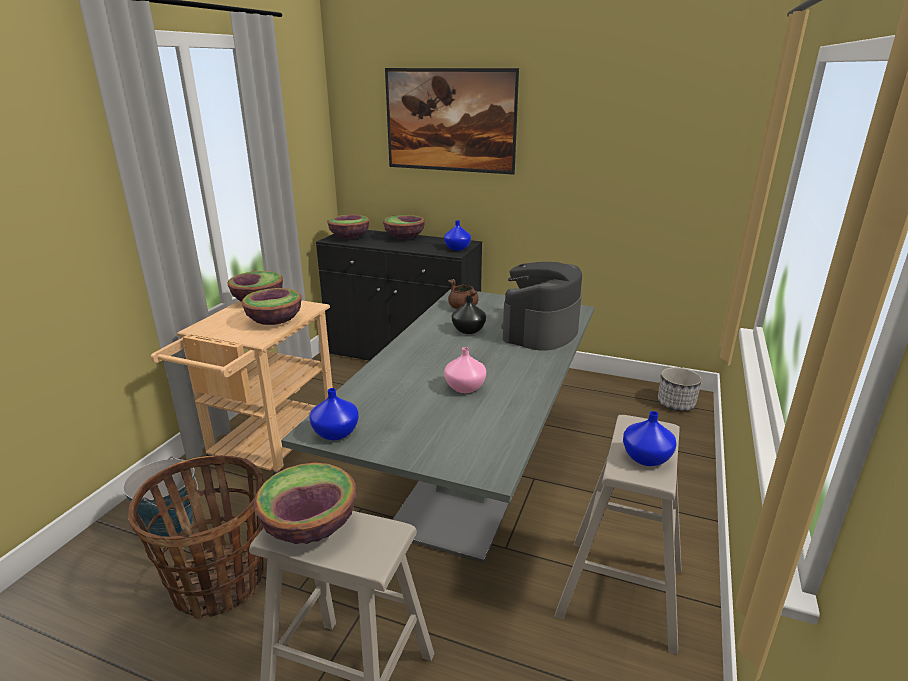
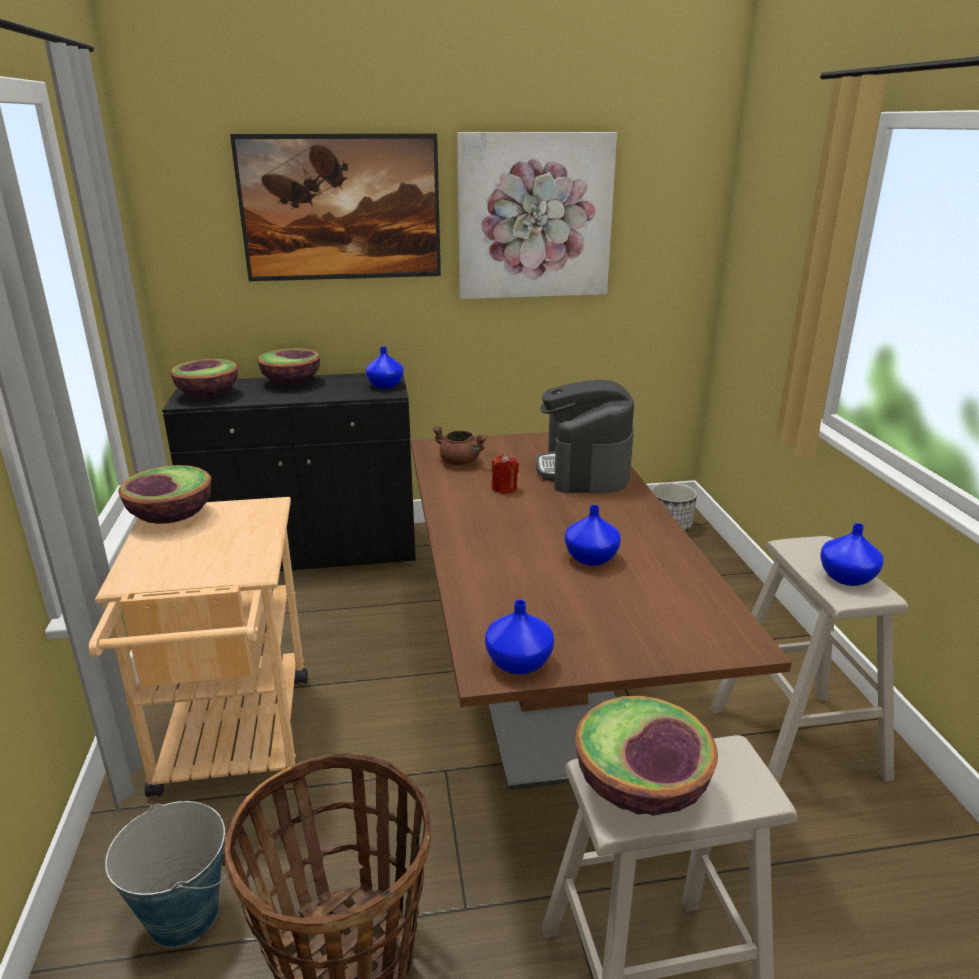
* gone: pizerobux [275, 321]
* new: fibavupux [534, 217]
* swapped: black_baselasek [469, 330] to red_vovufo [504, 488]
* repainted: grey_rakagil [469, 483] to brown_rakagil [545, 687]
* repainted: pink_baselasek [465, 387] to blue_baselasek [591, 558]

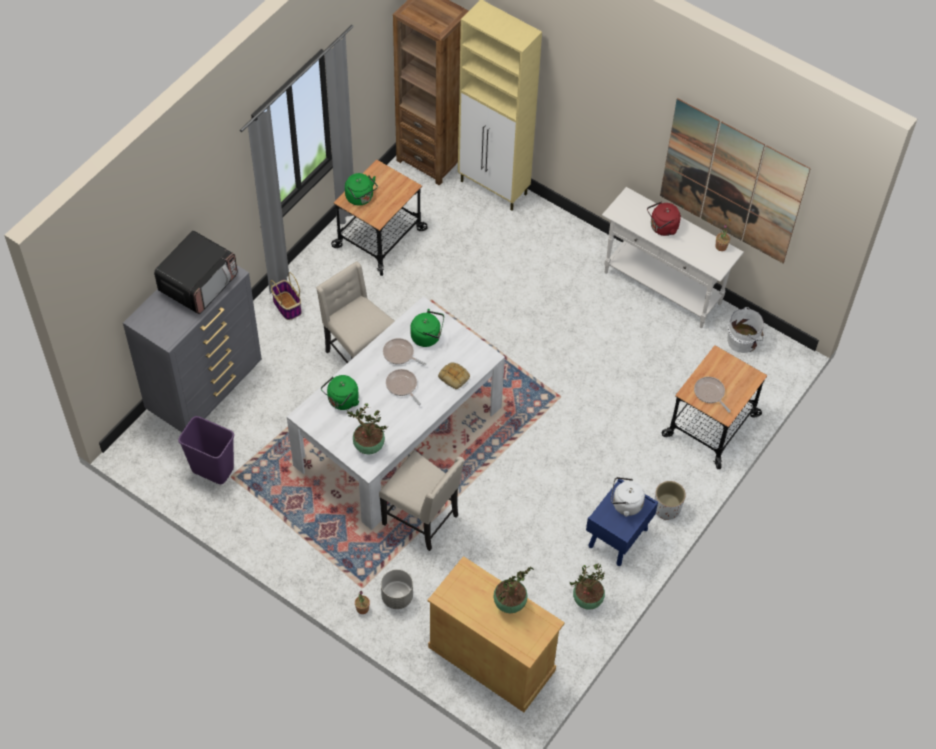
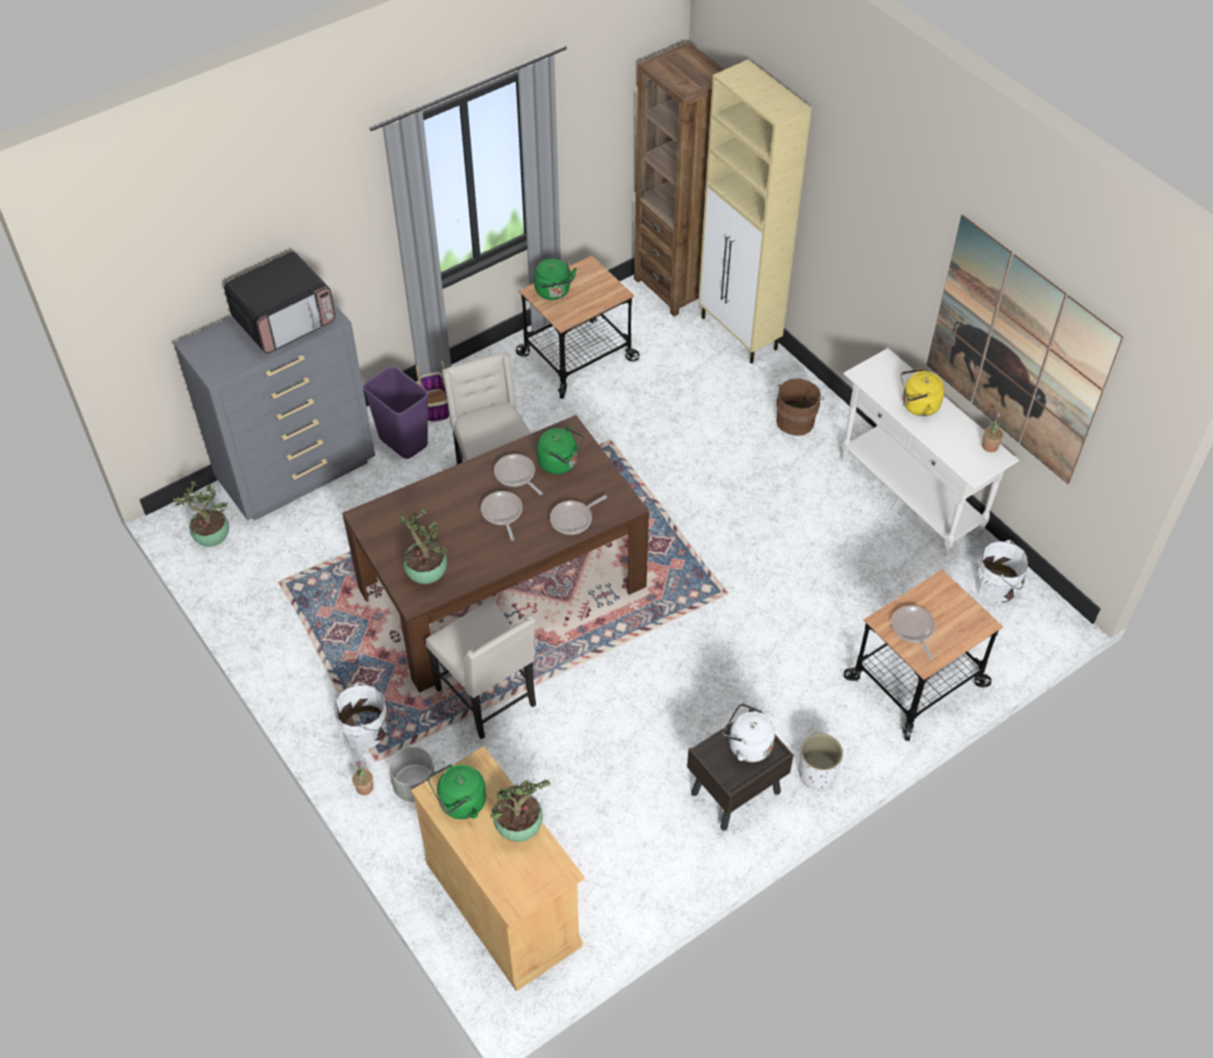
* new: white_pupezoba [367, 730]
* new: brown_pupezoba [796, 420]
* shifted: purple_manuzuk [212, 470] to [402, 442]
* shifted: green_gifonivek [342, 401] to [460, 804]
* shifted: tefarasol [587, 601] to [212, 539]
* swapped: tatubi [454, 377] to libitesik [573, 519]
* repainted: white_rakagil [398, 436] to brown_rakagil [502, 588]
* repainted: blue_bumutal [617, 538] to brown_bumutal [735, 793]
* repainted: red_gifonivek [662, 228] to yellow_gifonivek [917, 406]

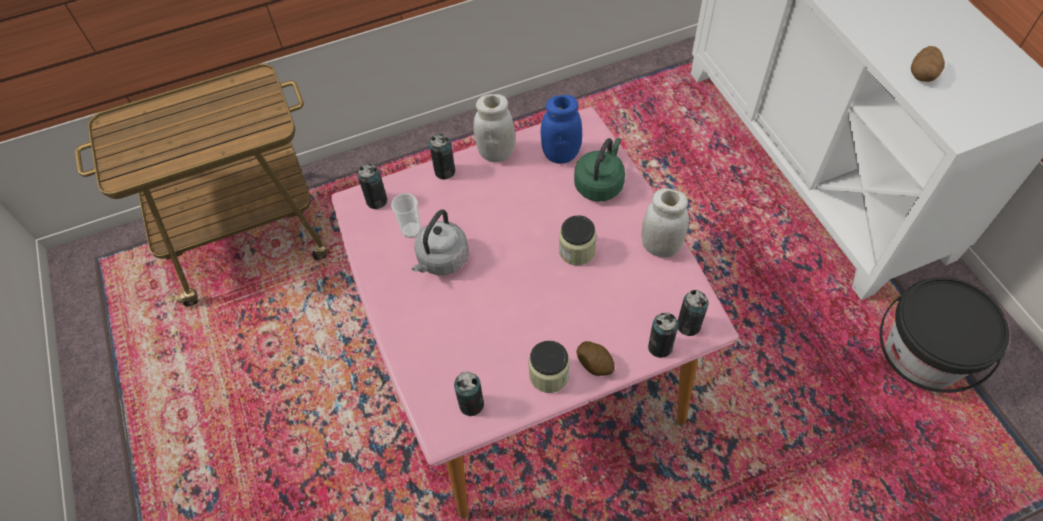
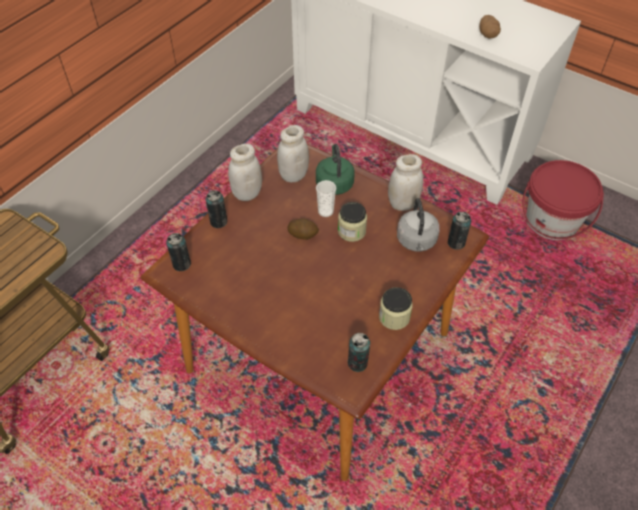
* gone: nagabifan [660, 347]
* shifted: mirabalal [411, 230] to [325, 211]
* shifted: grey_gifonivek [441, 260] to [416, 241]
* shifted: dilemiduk [595, 364] to [303, 234]
* repainted: pink_rakagil [527, 364] to brown_rakagil [318, 351]
* repainted: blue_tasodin [561, 154] to white_tasodin [293, 175]
* repainted: black_pupezoba [923, 356] to red_pupezoba [552, 221]

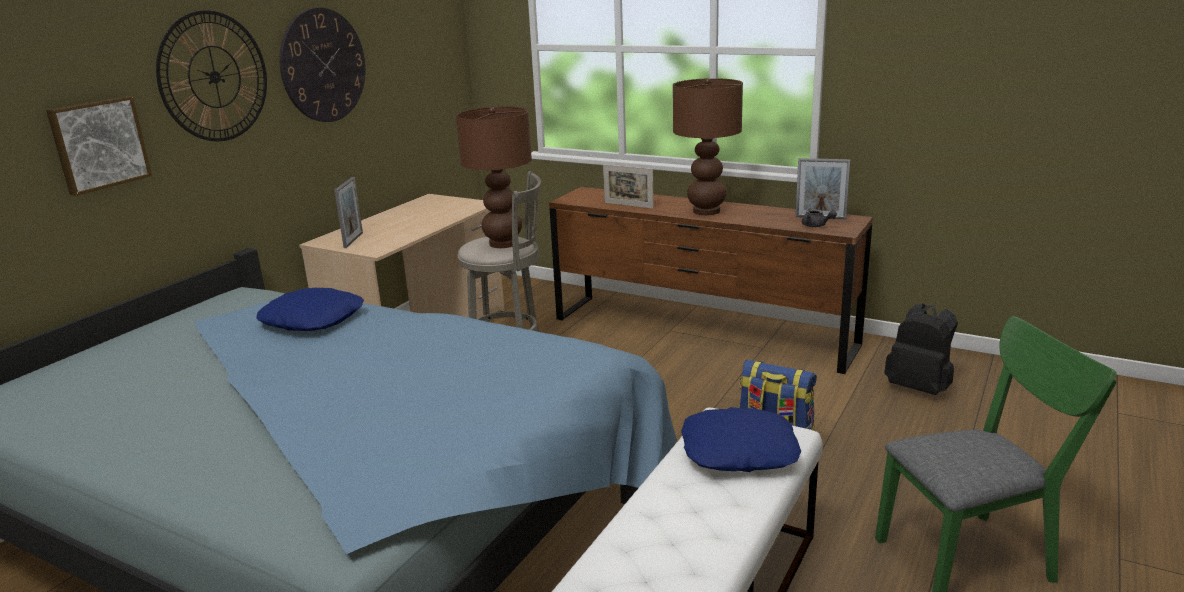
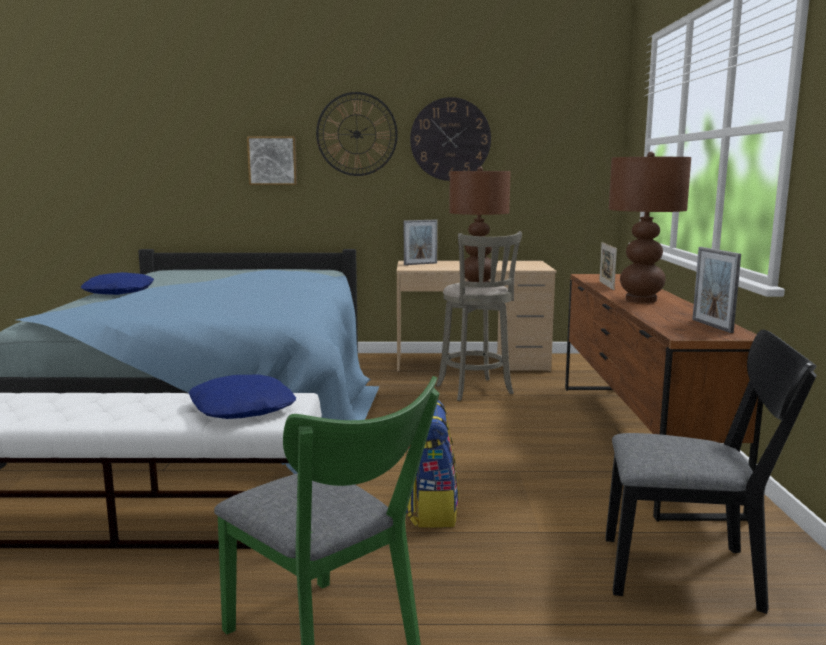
* gone: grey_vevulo [816, 226]
* shifted: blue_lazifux [313, 319] to [120, 292]
* swapped: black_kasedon [920, 387] to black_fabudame [694, 573]

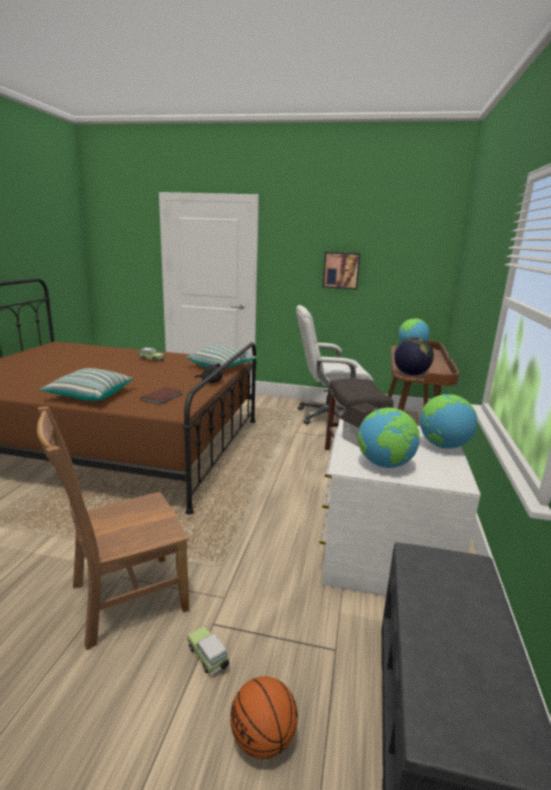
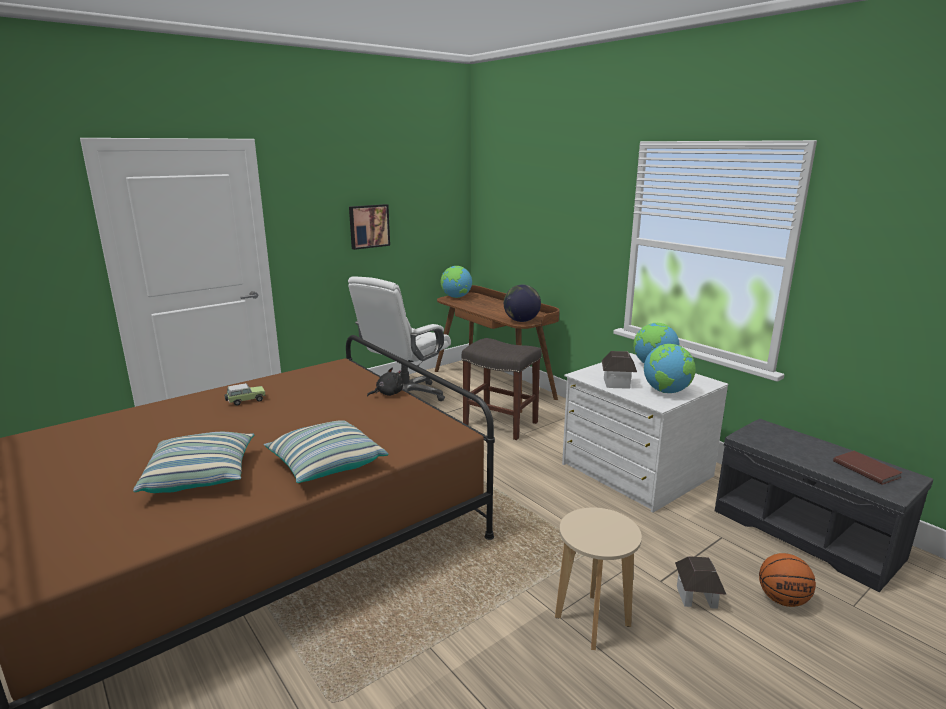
* shifted: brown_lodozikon [163, 397] to [866, 469]
* shifted: lazifux [222, 367] to [201, 476]
* swapped: brown_fabudame [123, 599] to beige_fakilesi [592, 621]
* swapped: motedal [208, 658] to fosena [696, 597]

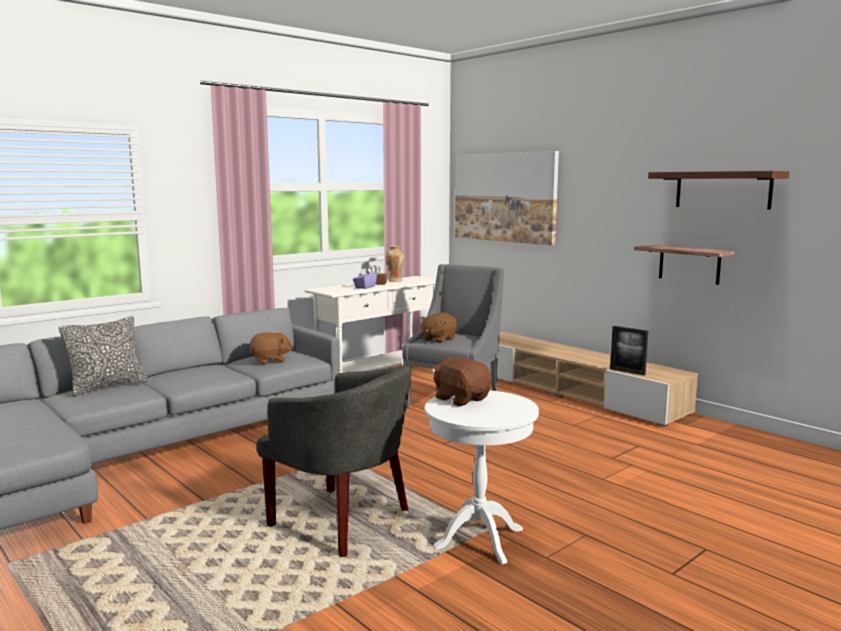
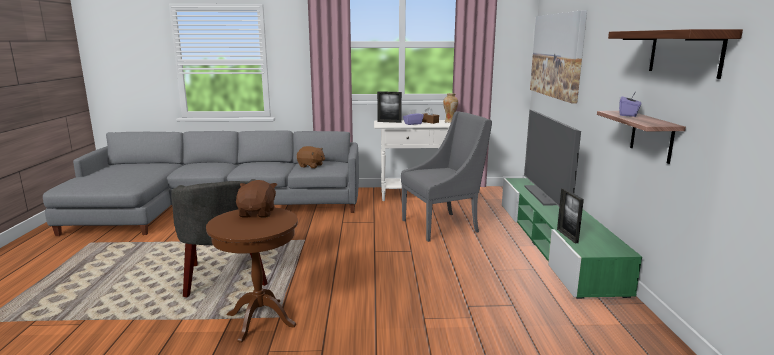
* gone: lazifux [107, 386]
* gone: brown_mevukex [438, 339]
* new: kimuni [389, 122]
* new: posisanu [548, 195]
* new: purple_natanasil [628, 115]
* repainted: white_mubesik [478, 539] to brown_mubesik [260, 320]
* repainted: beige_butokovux [572, 391] to green_butokovux [554, 243]

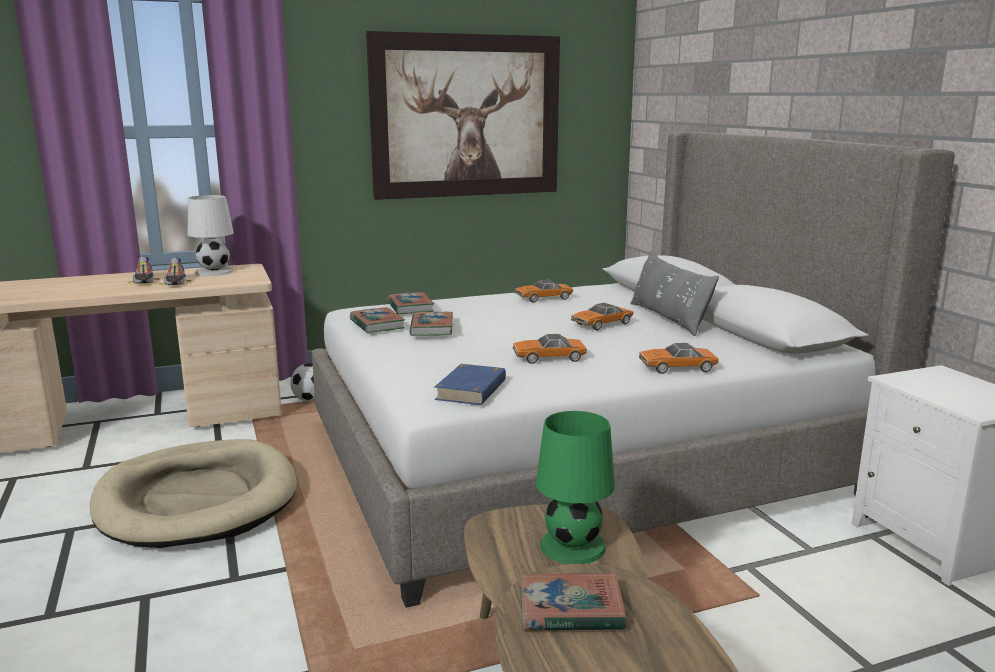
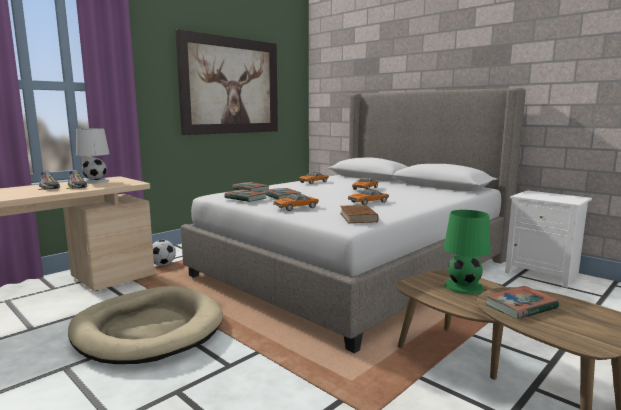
* gone: grey_lazifux [668, 318]
* shifted: motedal [677, 367] to [296, 208]
* repainted: blue_lodozikon [472, 390] to brown_lodozikon [358, 217]

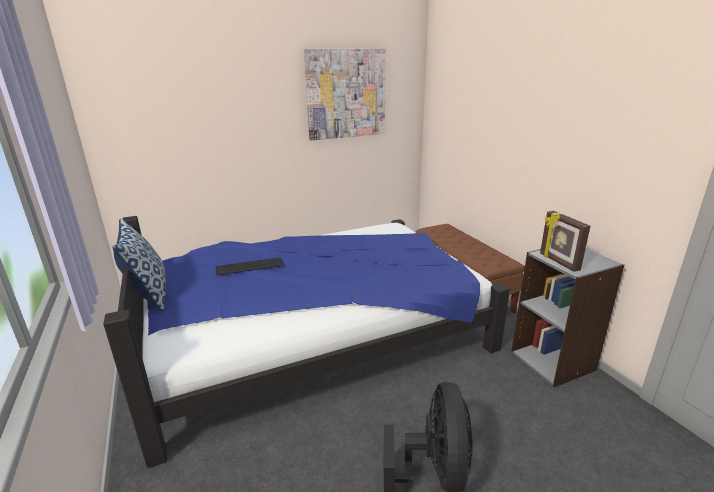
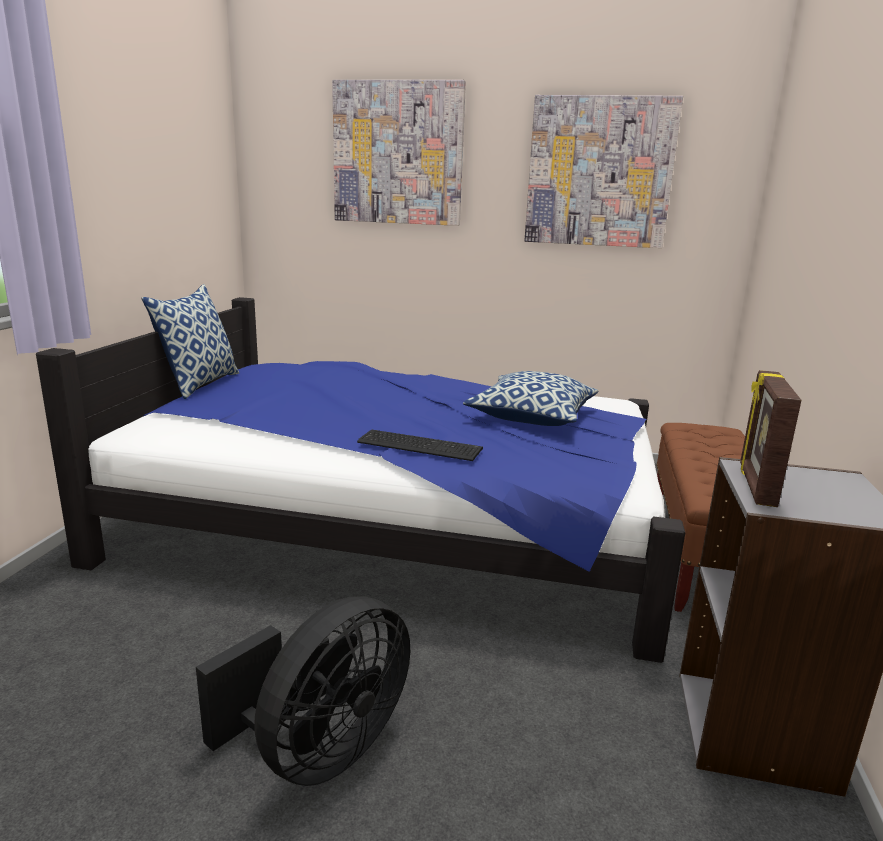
* new: fibavupux [398, 154]
* new: lazifux [531, 416]
* shifted: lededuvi [248, 266] to [419, 444]

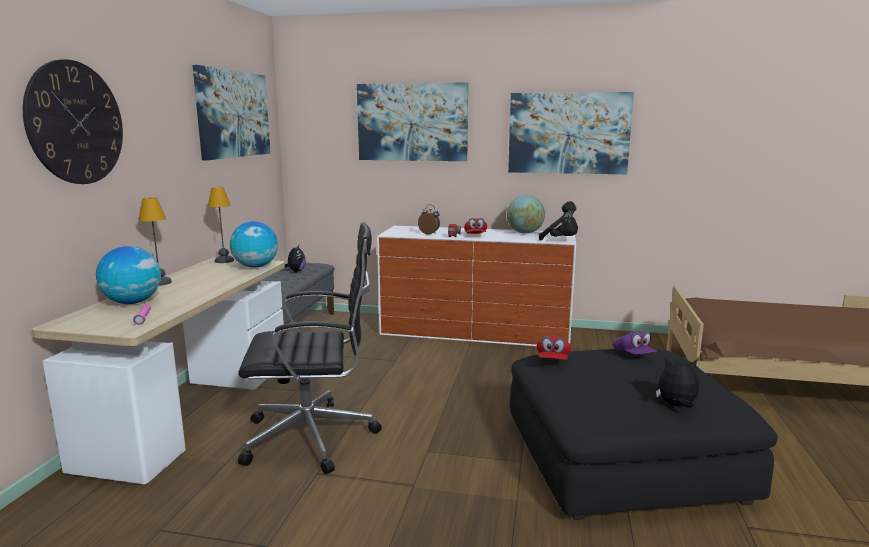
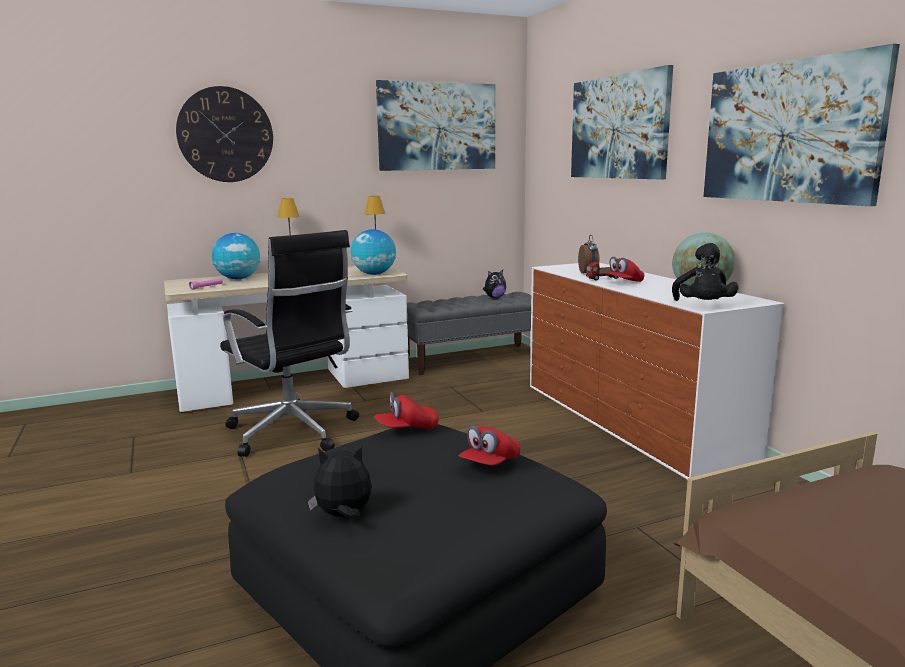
* repainted: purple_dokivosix [634, 355] to red_dokivosix [490, 464]
* rotated: mevukex [676, 406] = [344, 516] 75 degrees counterclockwise

